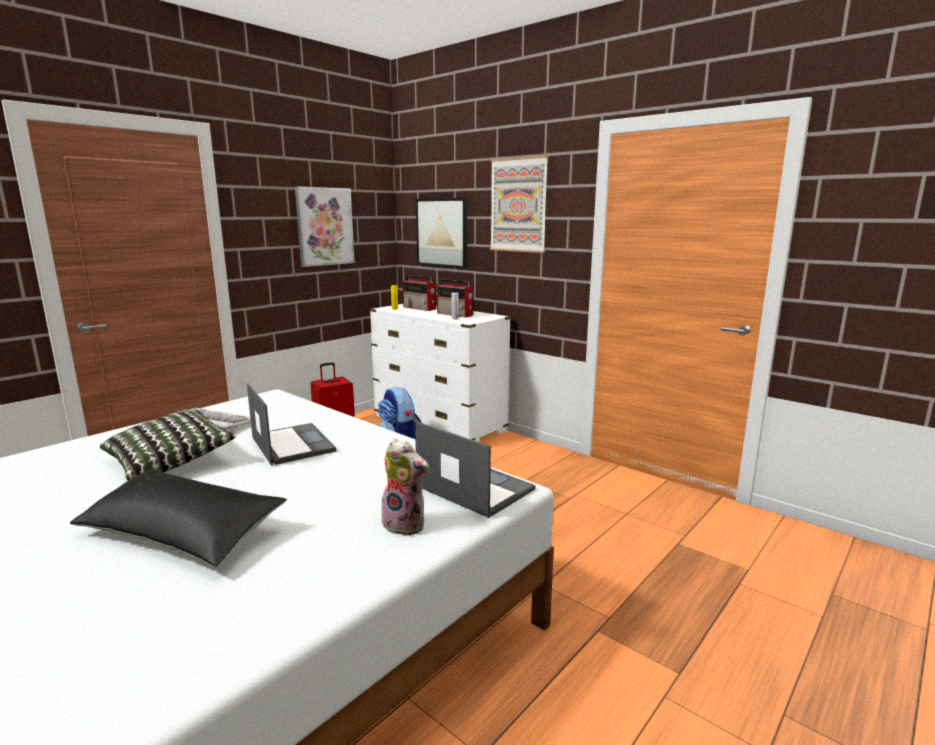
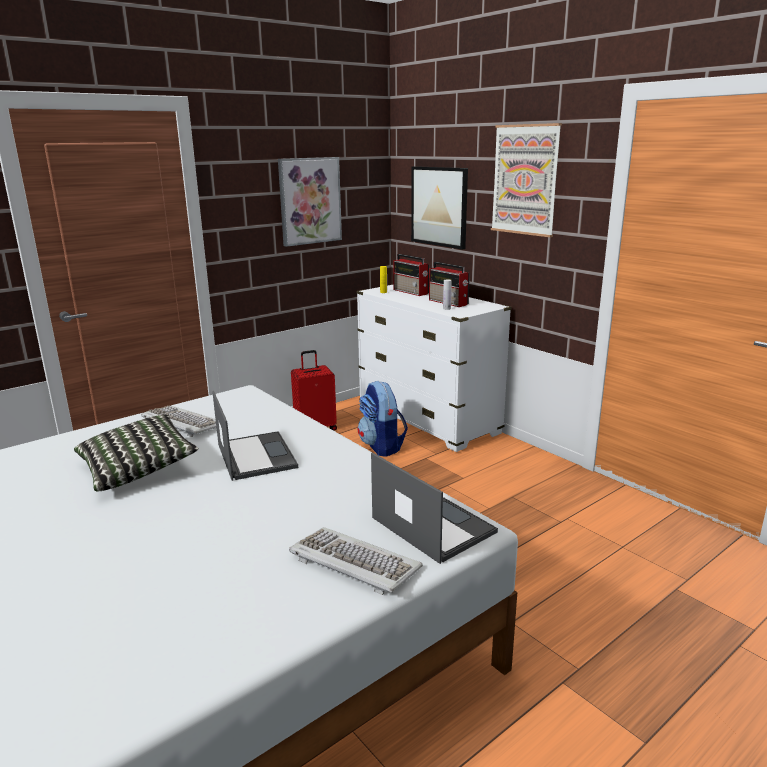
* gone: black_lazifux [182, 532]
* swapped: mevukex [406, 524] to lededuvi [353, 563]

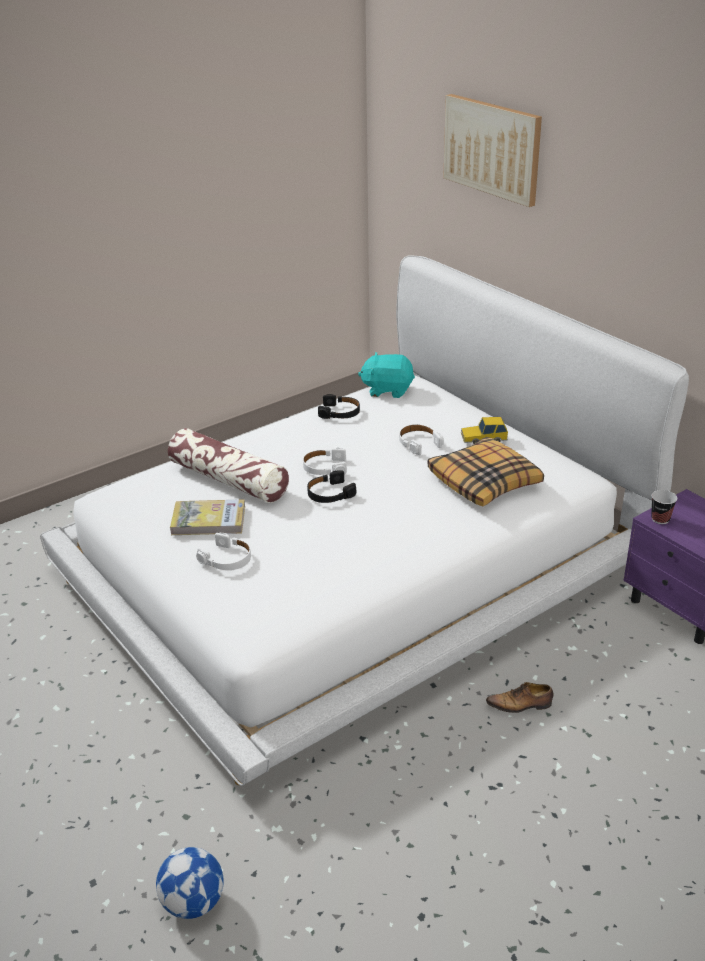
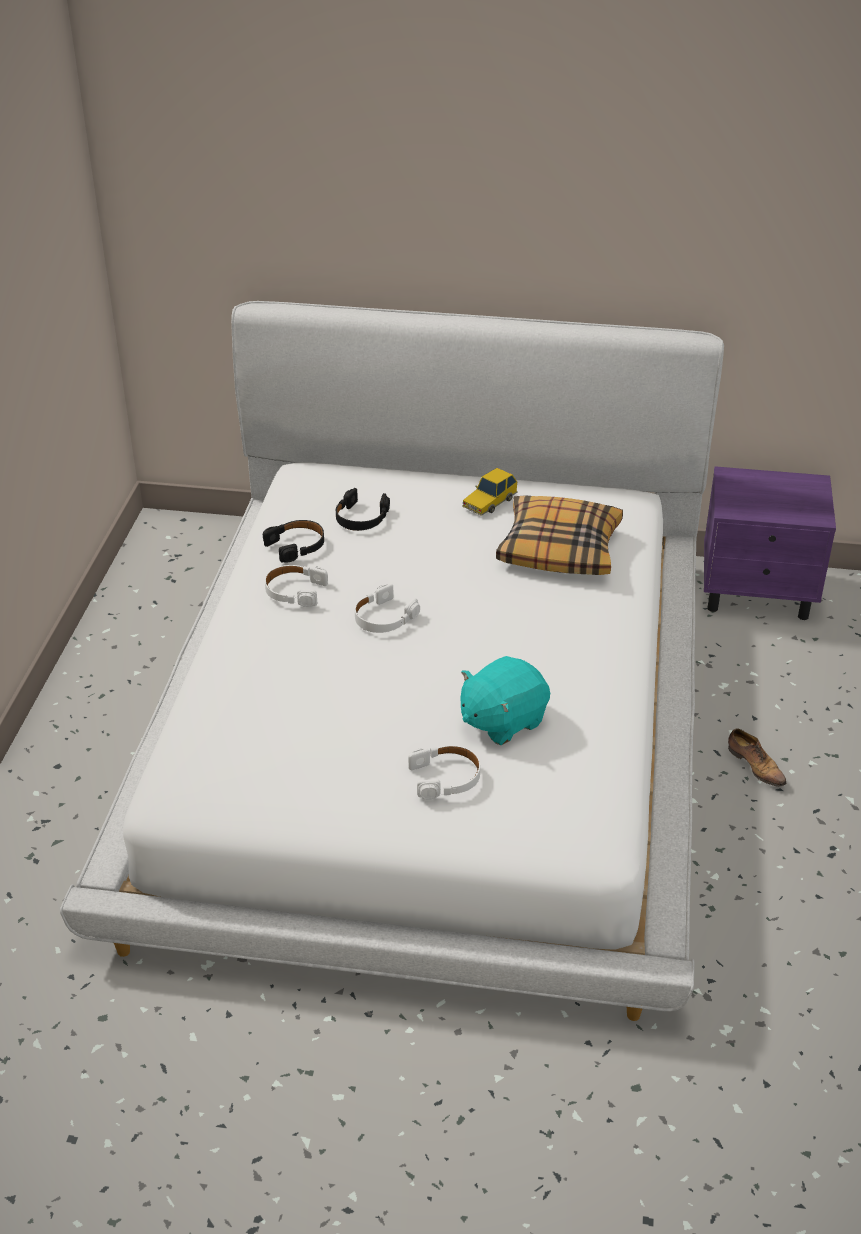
* gone: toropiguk [193, 903]
* gone: lazifux [229, 480]
* gone: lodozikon [208, 521]
* gone: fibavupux [492, 148]
* gone: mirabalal [660, 519]
* shifted: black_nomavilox [330, 494] to [361, 518]
* shifted: turquoise_mevukex [387, 390] to [502, 720]
* shifted: white_nomavilox [418, 443] to [294, 591]
* rotated: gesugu [520, 705] = [755, 766] 75 degrees counterclockwise

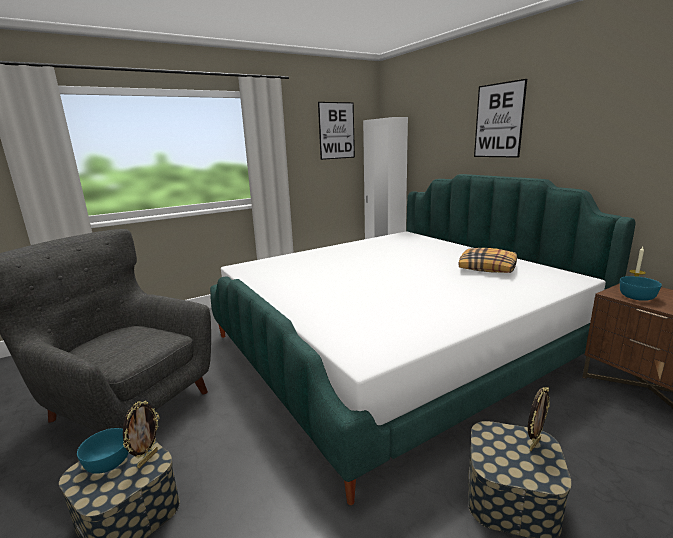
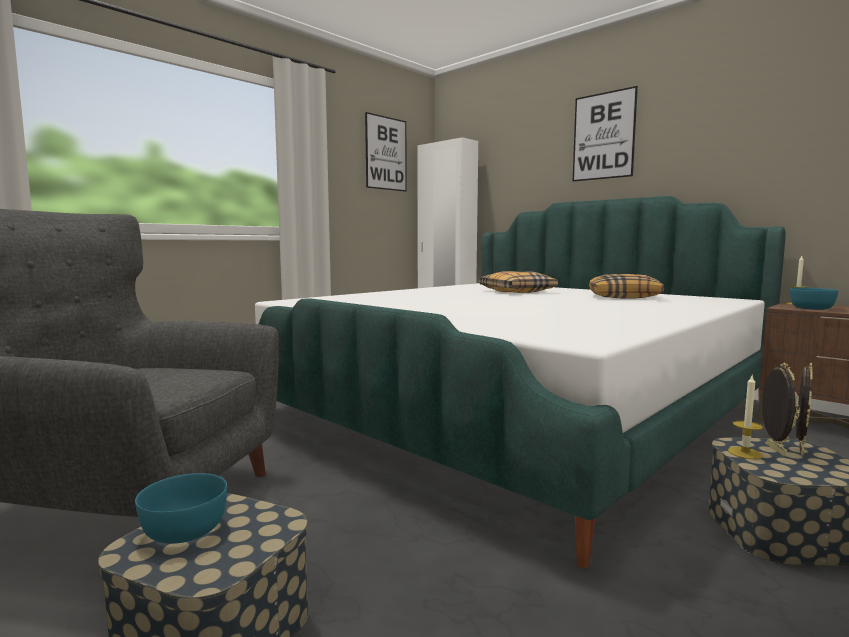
* new: lazifux [516, 291]
* new: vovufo [745, 453]
* shifted: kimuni [147, 458] to [774, 450]

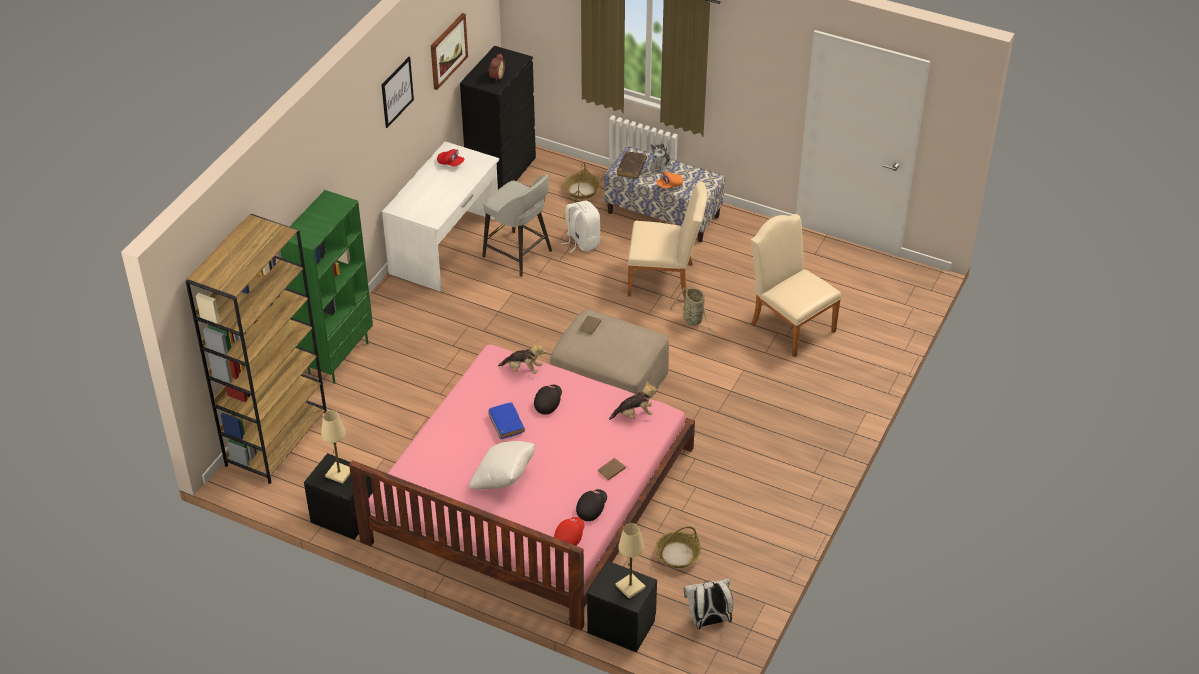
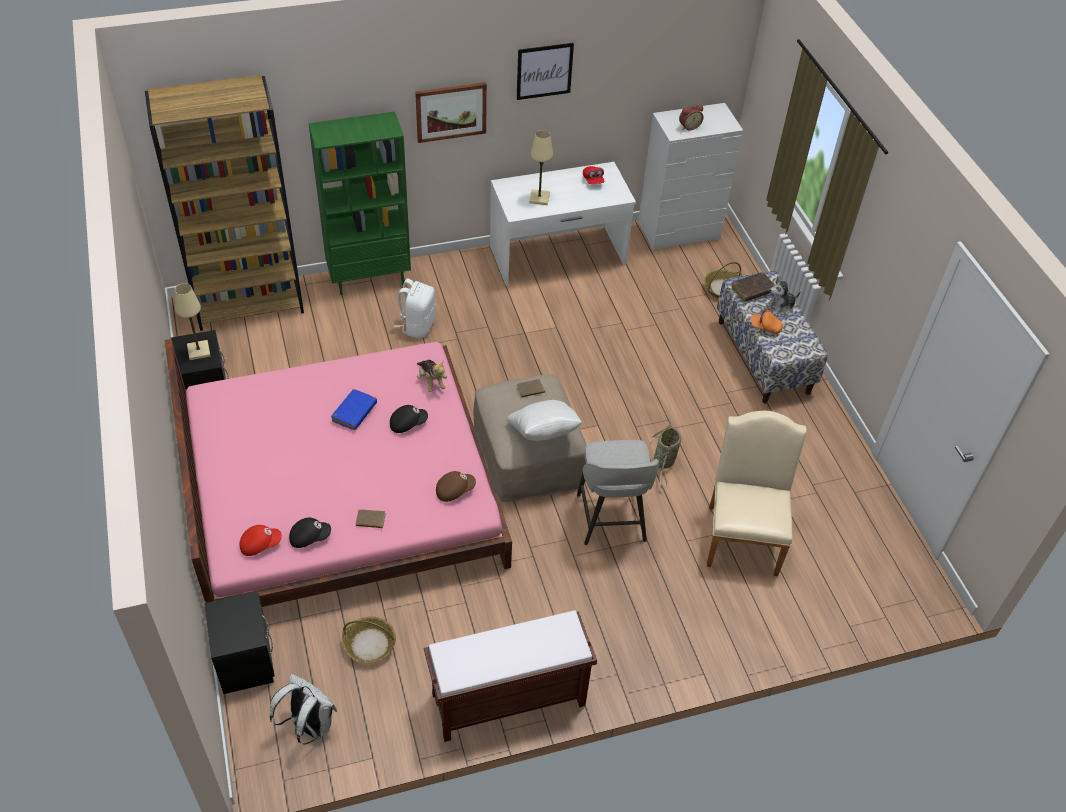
* gone: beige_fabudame [666, 280]
* new: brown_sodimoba [507, 701]
* shifted: fibavupux [448, 50] to [451, 111]
* shifted: white_lazifux [503, 479] to [543, 435]
* shifted: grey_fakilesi [519, 254] to [611, 520]
* shifted: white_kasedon [582, 242] to [417, 326]
* shifted: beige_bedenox [630, 586] to [539, 198]
* swapped: mevukex [634, 414] to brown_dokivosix [454, 490]
* repainted: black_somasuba [501, 172] to white_somasuba [679, 231]

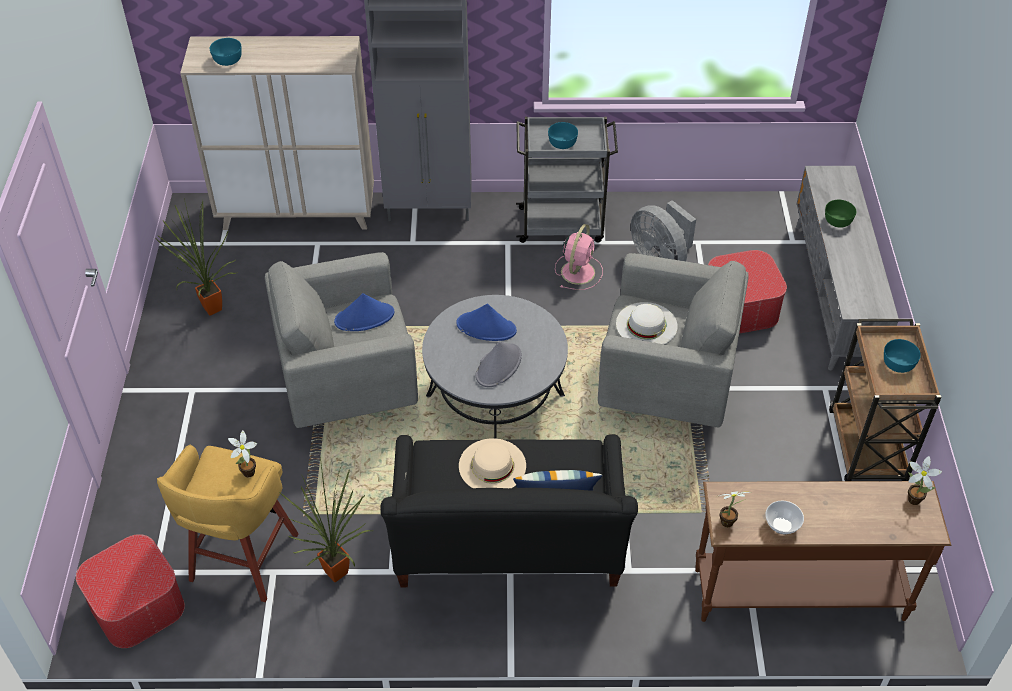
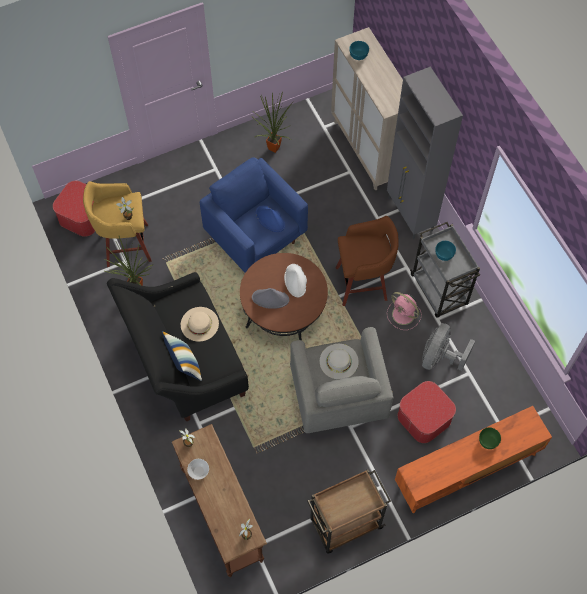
* gone: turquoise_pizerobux [898, 363]
* new: brown_fakilesi [363, 283]
* repainted: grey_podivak [347, 383] to blue_podivak [256, 236]
* repainted: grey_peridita [495, 396] to brown_peridita [283, 311]
* repainted: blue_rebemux [486, 327] to white_rebemux [295, 281]
* repainted: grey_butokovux [834, 294] to orange_butokovux [467, 470]
* rotated: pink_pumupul [578, 271] = [404, 315] 45 degrees clockwise

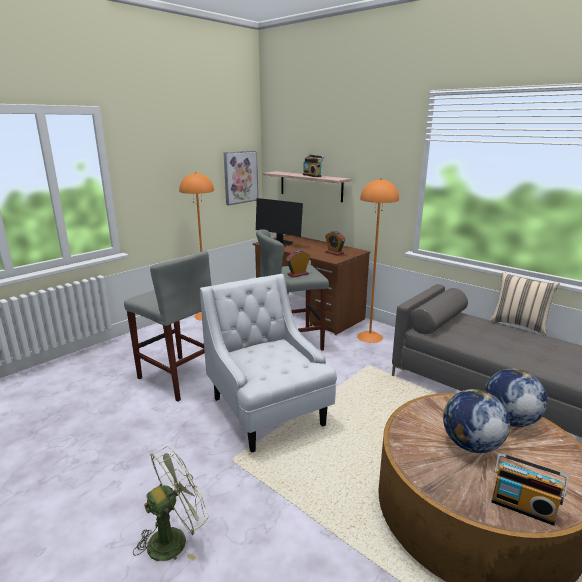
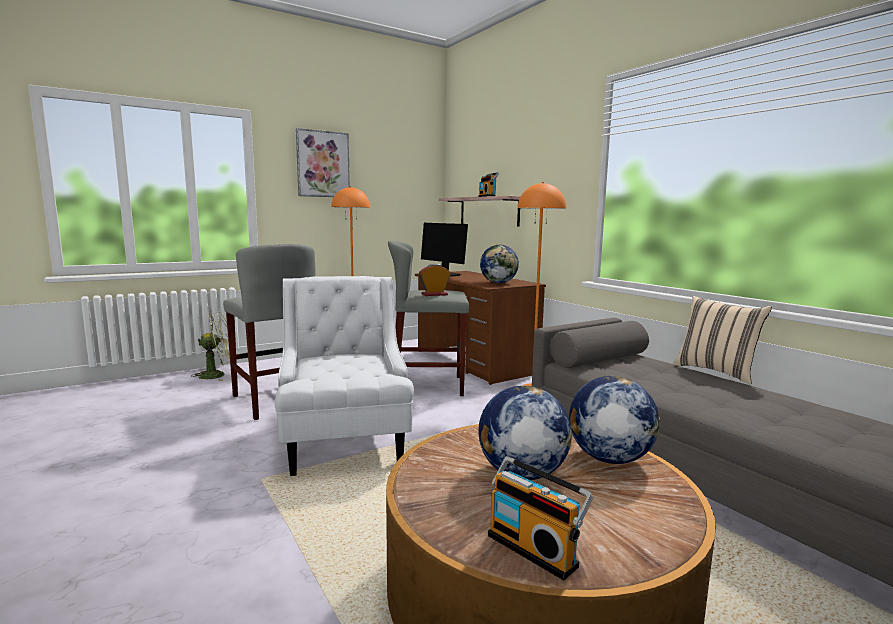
* shifted: green_pumupul [174, 538] to [218, 375]
* shifted: fibavupux [240, 177] to [323, 164]
* swapped: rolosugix [334, 253] to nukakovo [499, 283]

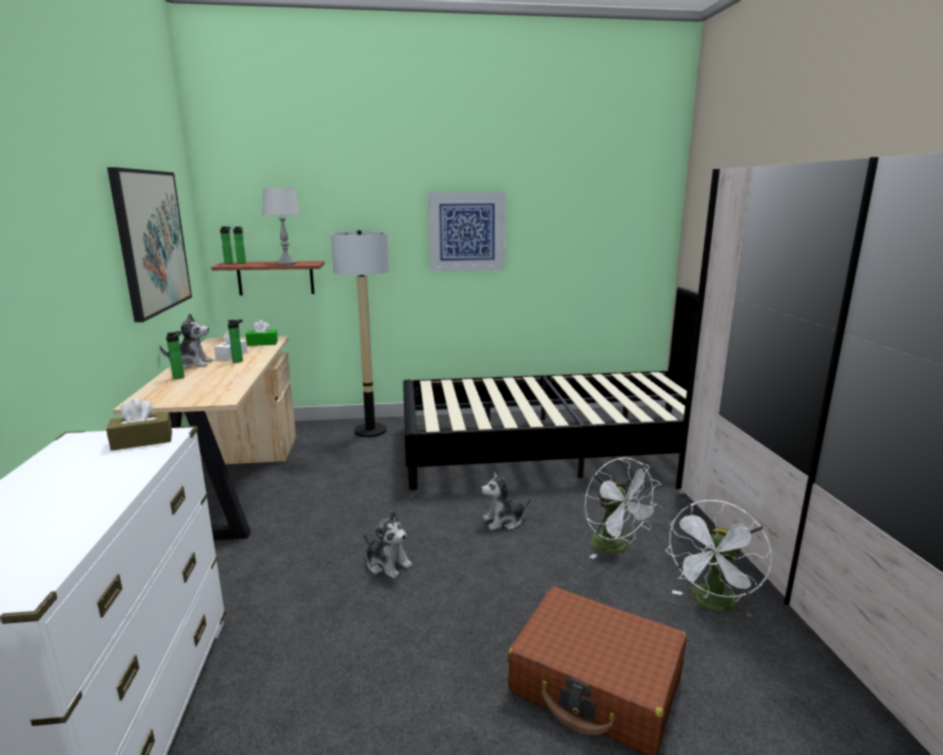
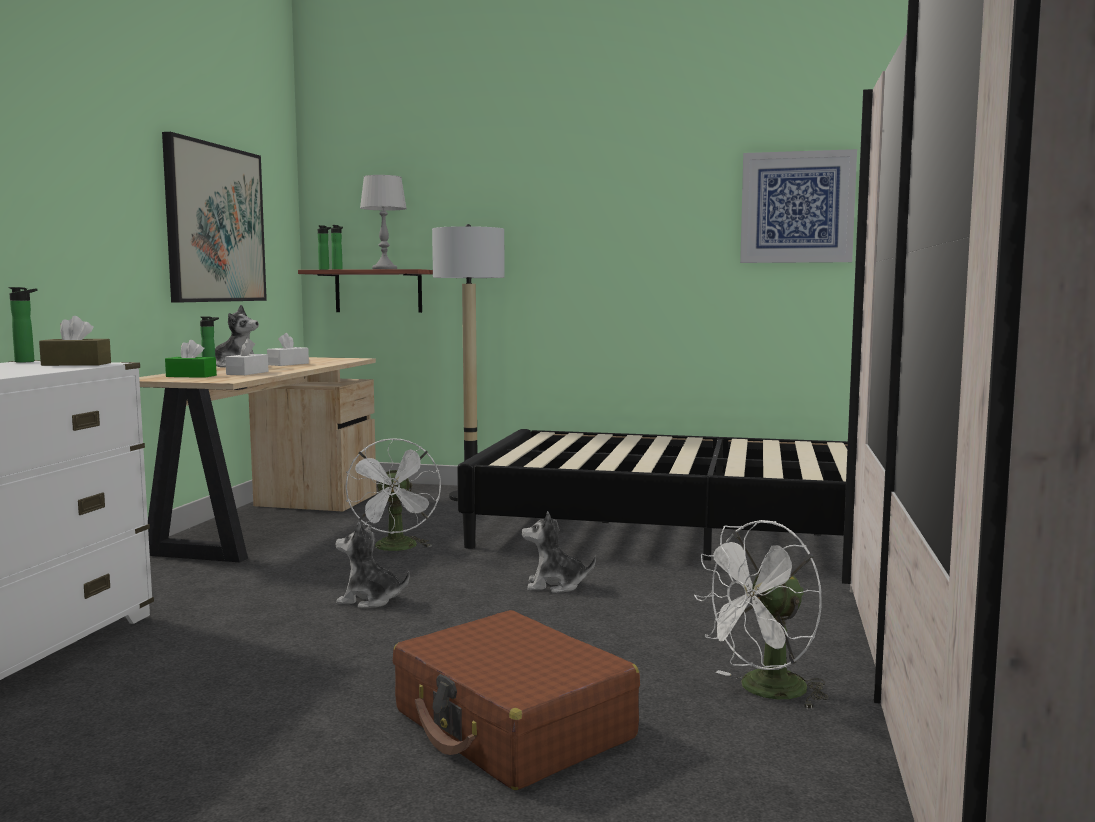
* new: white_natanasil [247, 373]
* shifted: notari [239, 361] to [28, 361]
* shifted: green_natanasil [262, 343] to [191, 376]
* shifted: fibavupux [466, 231] to [797, 207]
* shifted: white_pumupul [615, 548] to [397, 549]
* rotated: mevukex [387, 564] = [370, 600] 135 degrees clockwise

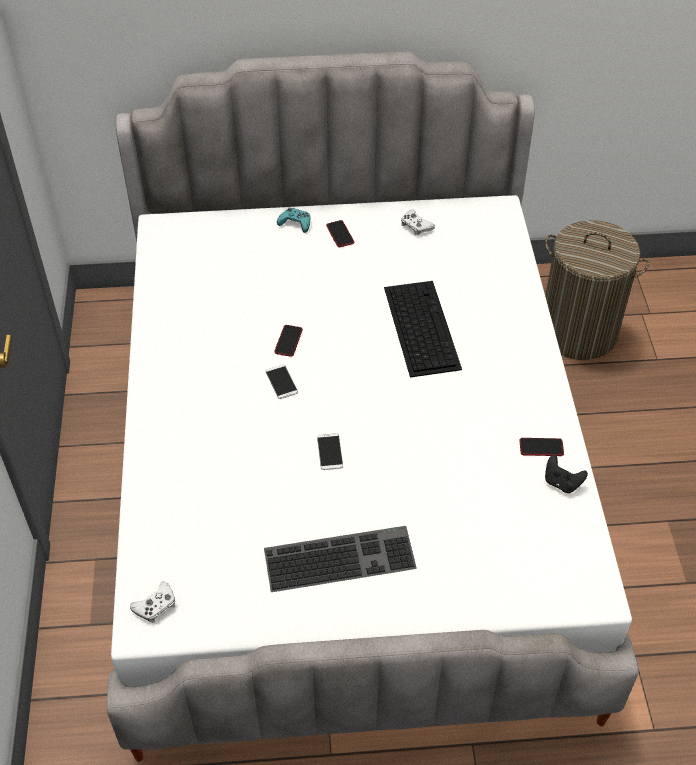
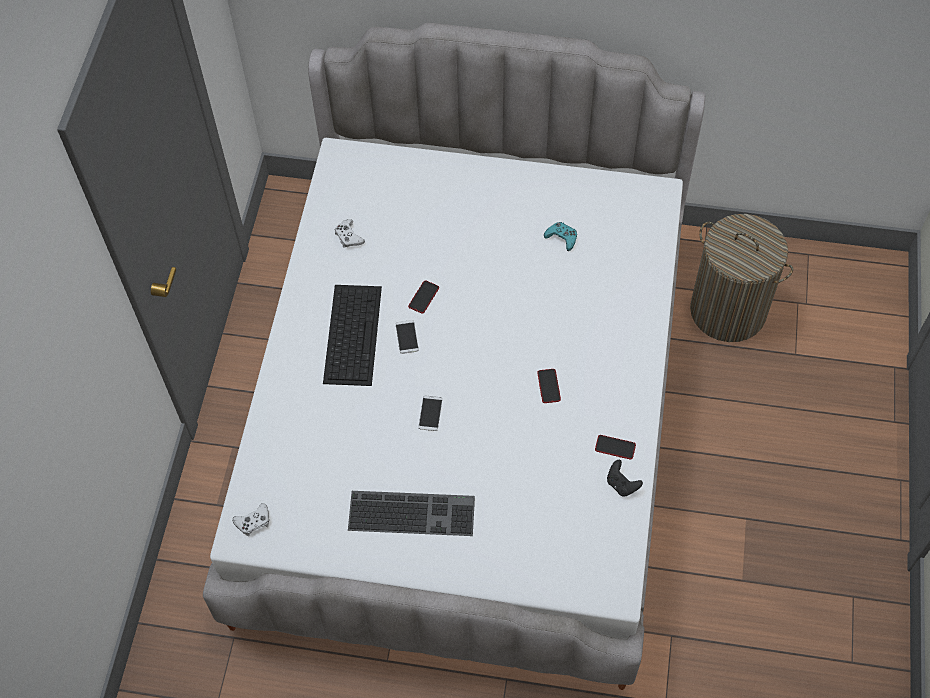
* shifted: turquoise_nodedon [295, 223] to [562, 238]
* shifted: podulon [340, 234] to [549, 386]
* shifted: lededuvi [420, 326] to [352, 333]
* shifted: white_nodedon [416, 226] to [348, 237]

